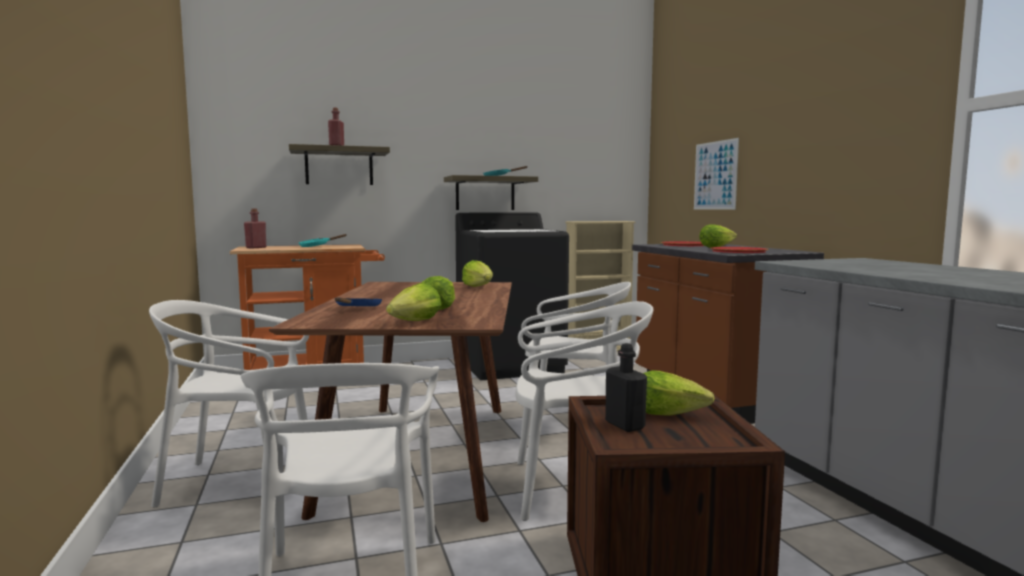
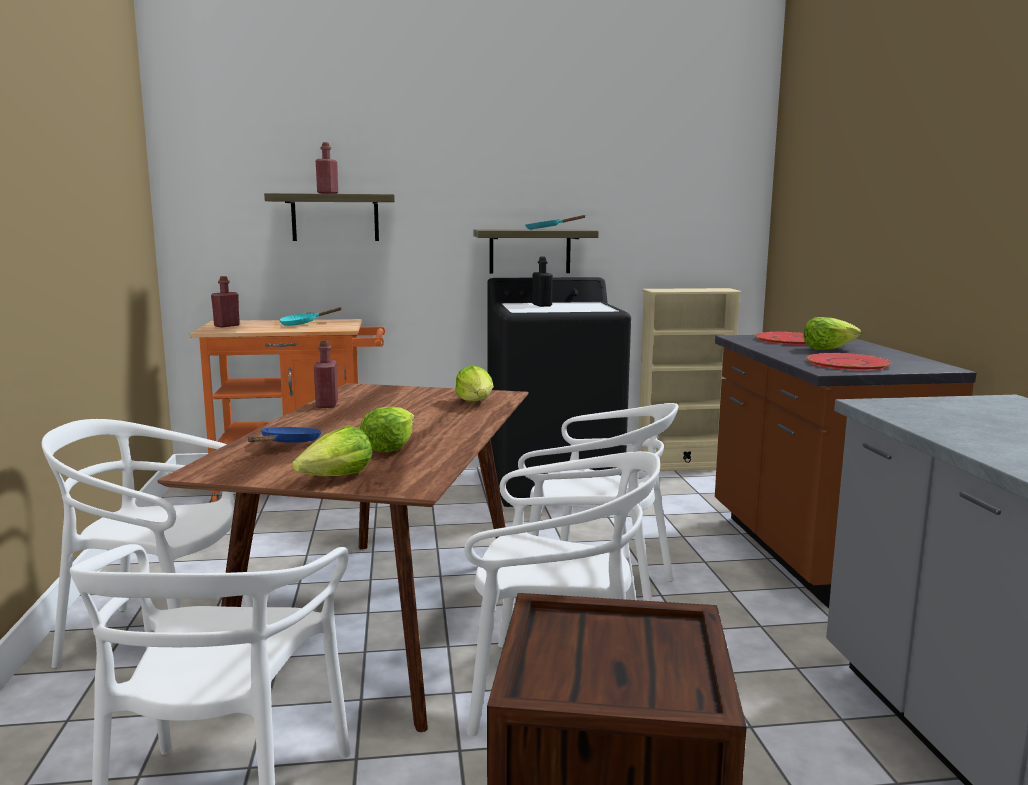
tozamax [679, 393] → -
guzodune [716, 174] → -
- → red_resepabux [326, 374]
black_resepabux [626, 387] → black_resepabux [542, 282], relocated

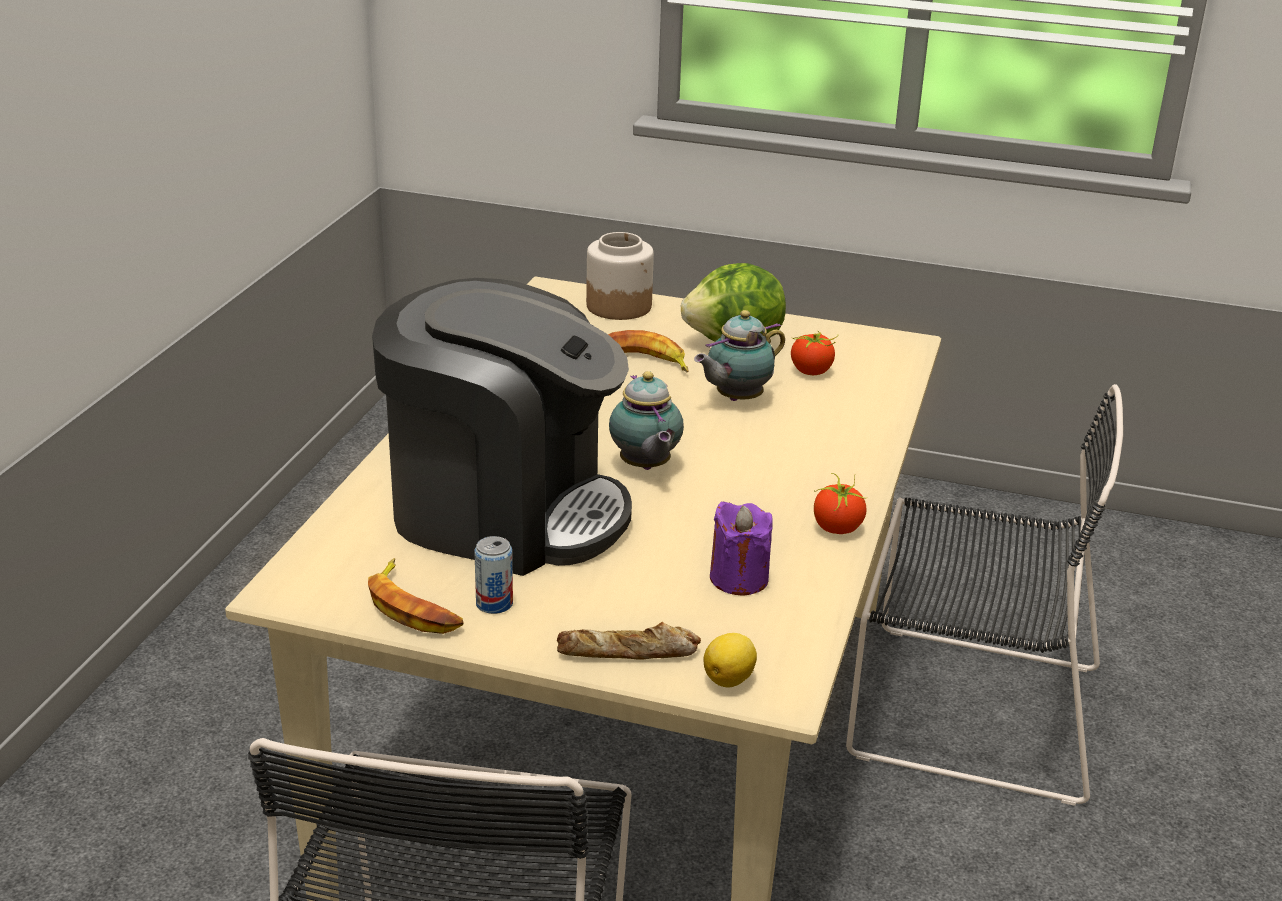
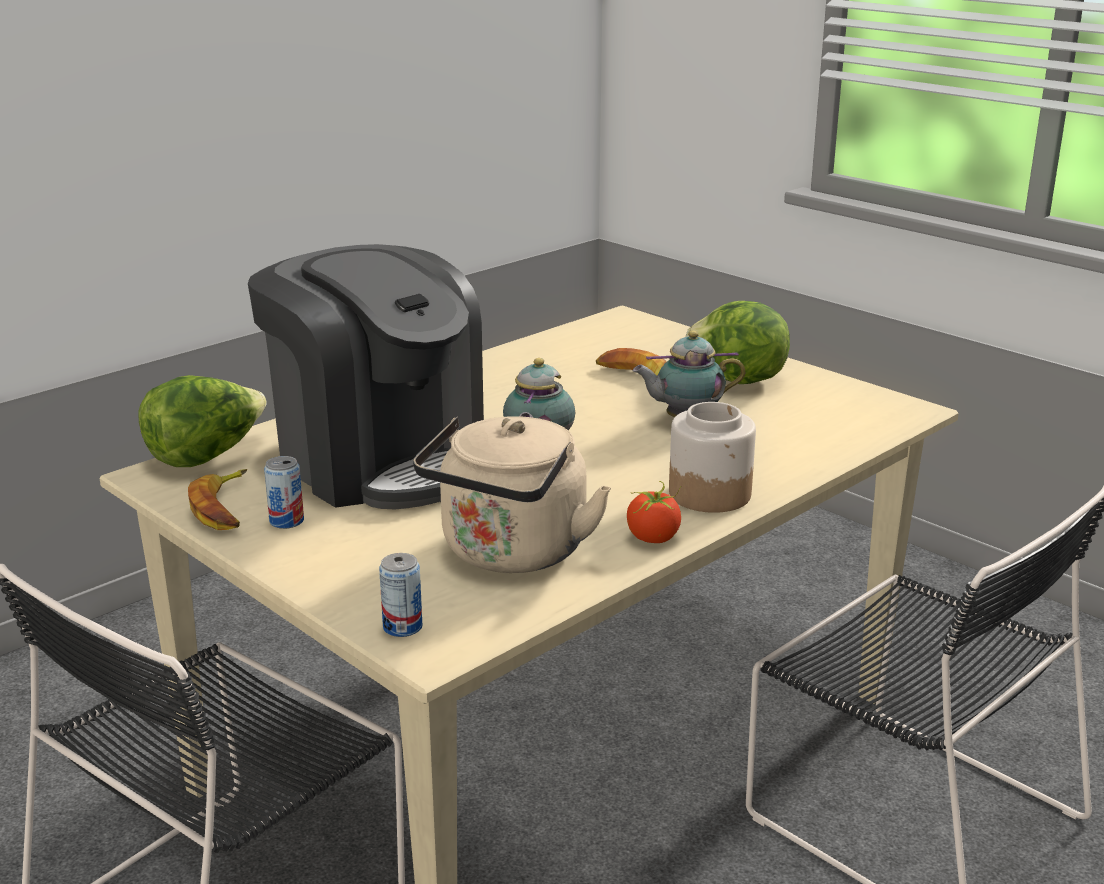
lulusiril [629, 641] → -
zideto [814, 353] → -
- → tozamax [202, 421]
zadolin [620, 276] → zadolin [712, 457], relocated
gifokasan [730, 660] → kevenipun [401, 595]
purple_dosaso [741, 549] → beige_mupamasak [512, 494]

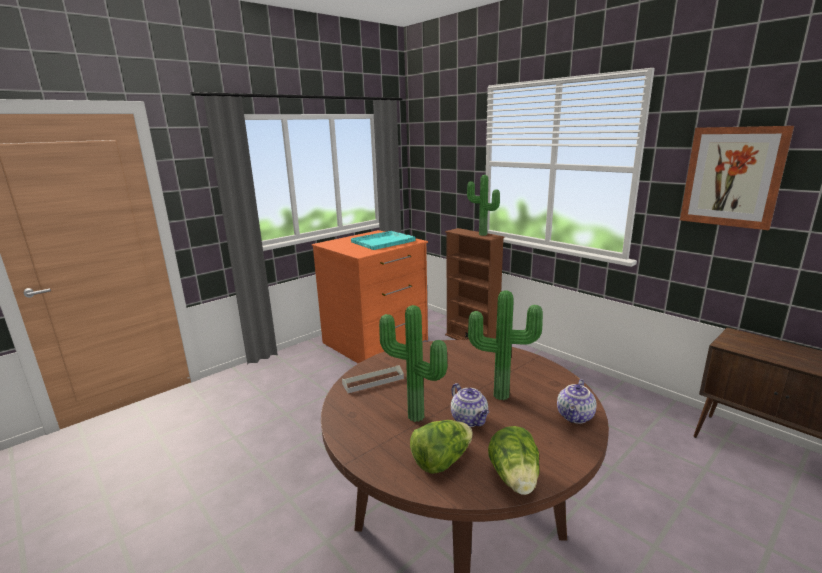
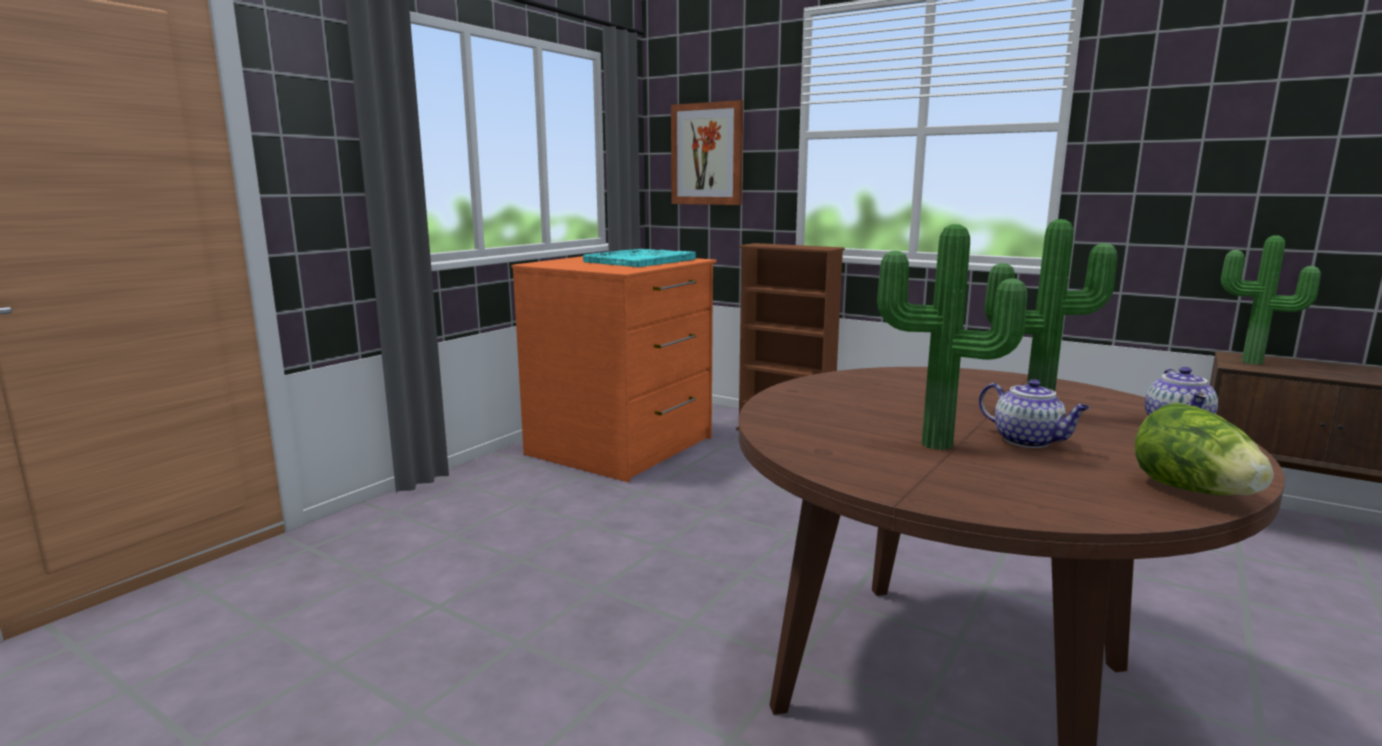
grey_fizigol [373, 379] → -
tozamax [441, 447] → -
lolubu [483, 205] → lolubu [1271, 300], relocated
guzodune [737, 178] → guzodune [707, 152], relocated

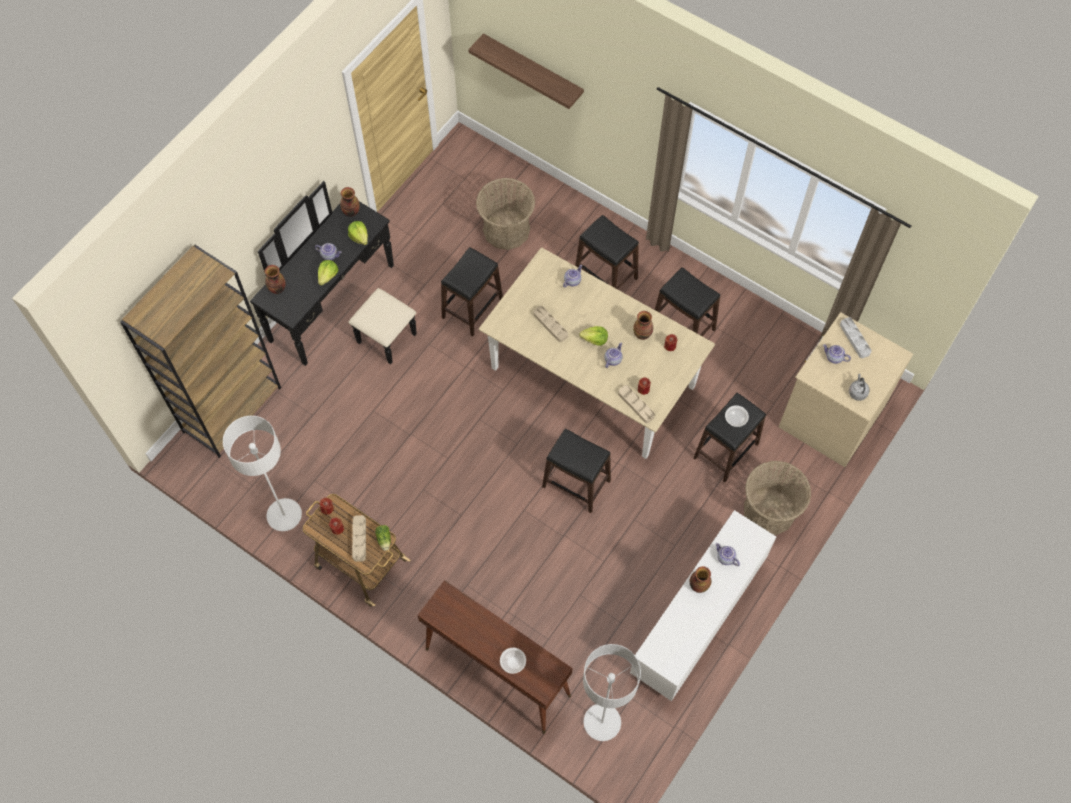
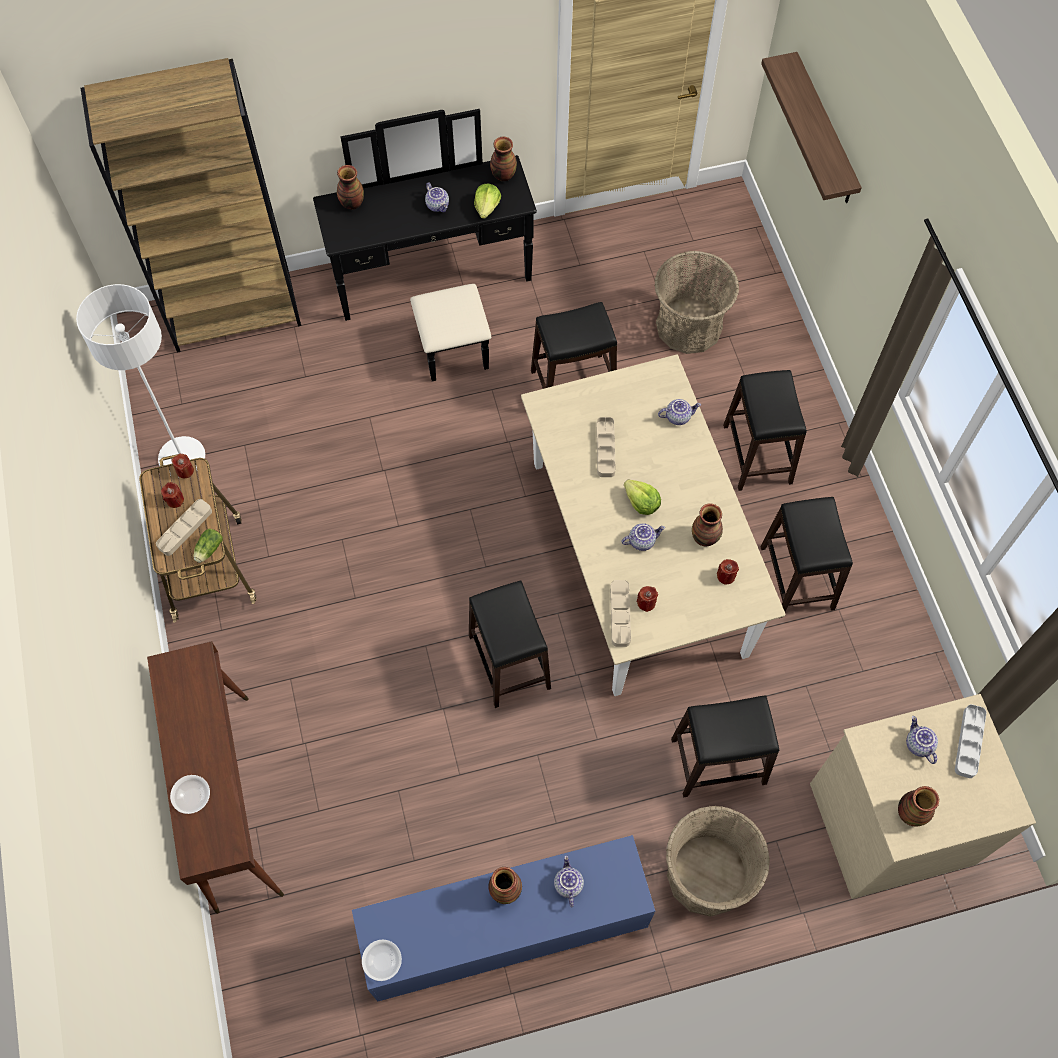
tozamax [328, 273] → -
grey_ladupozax [612, 692] → -
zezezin [737, 416] → zezezin [382, 960], relocated
grey_mupamasak [859, 387] → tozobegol [918, 806]
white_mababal [703, 605] → blue_mababal [503, 918]

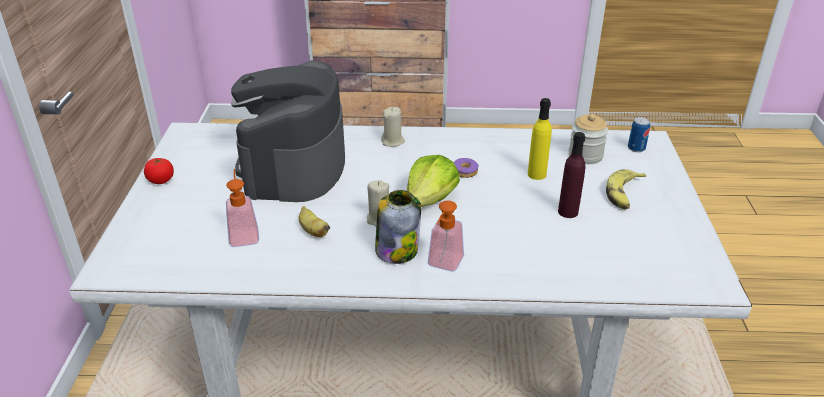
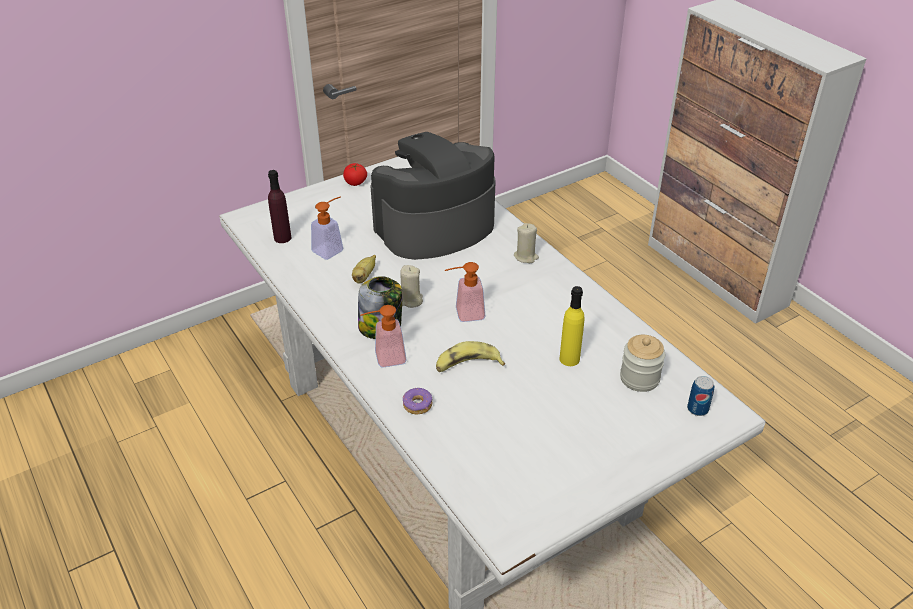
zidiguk [466, 168] → zidiguk [417, 401], relocated
purple_resepabux [571, 175] → purple_resepabux [279, 206], relocated
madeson [626, 189] → madeson [470, 356], relocated
tozamax [433, 181] → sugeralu [465, 292]

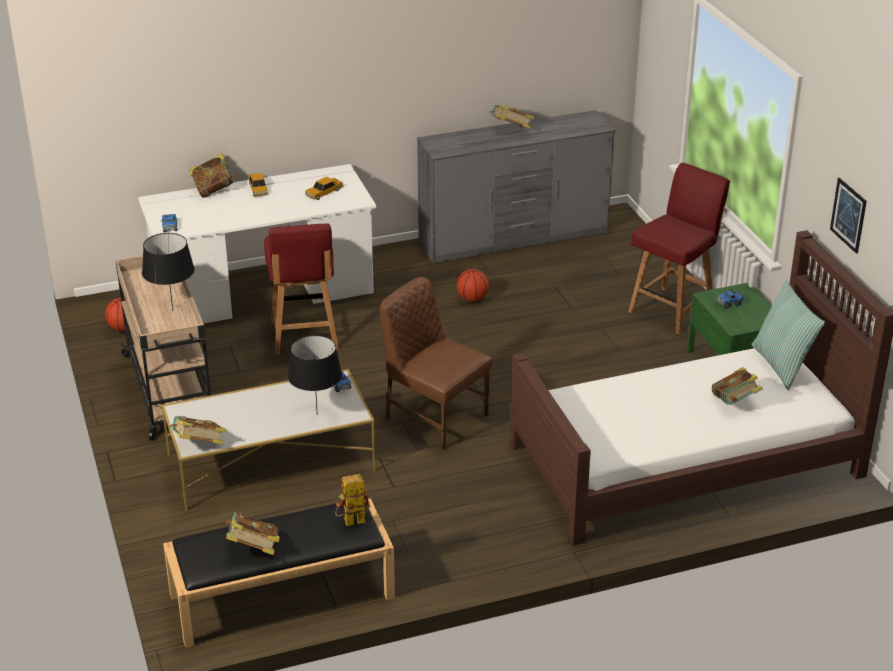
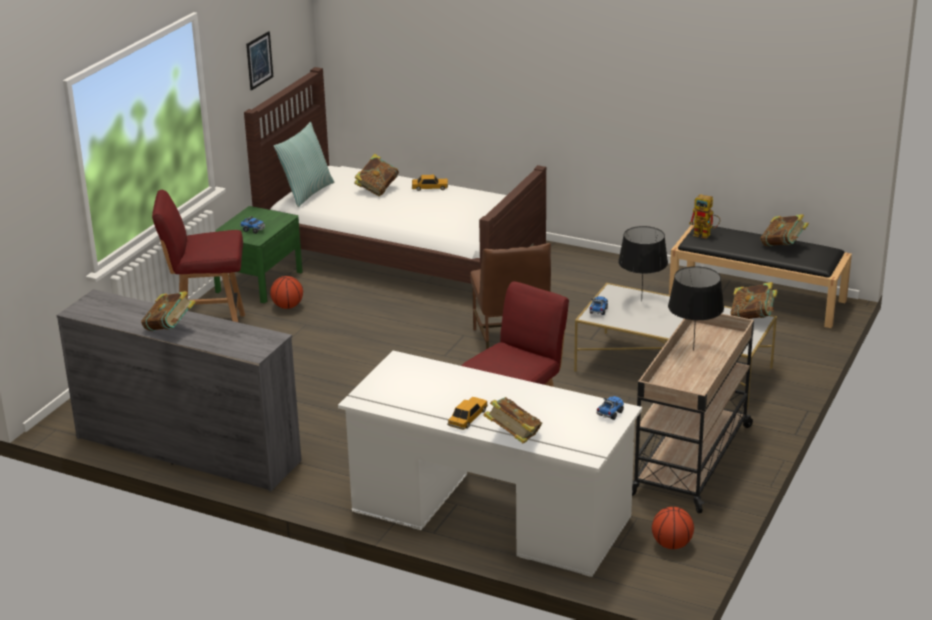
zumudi [324, 188] → zumudi [430, 183], relocated
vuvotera [473, 285] → vuvotera [286, 292], relocated

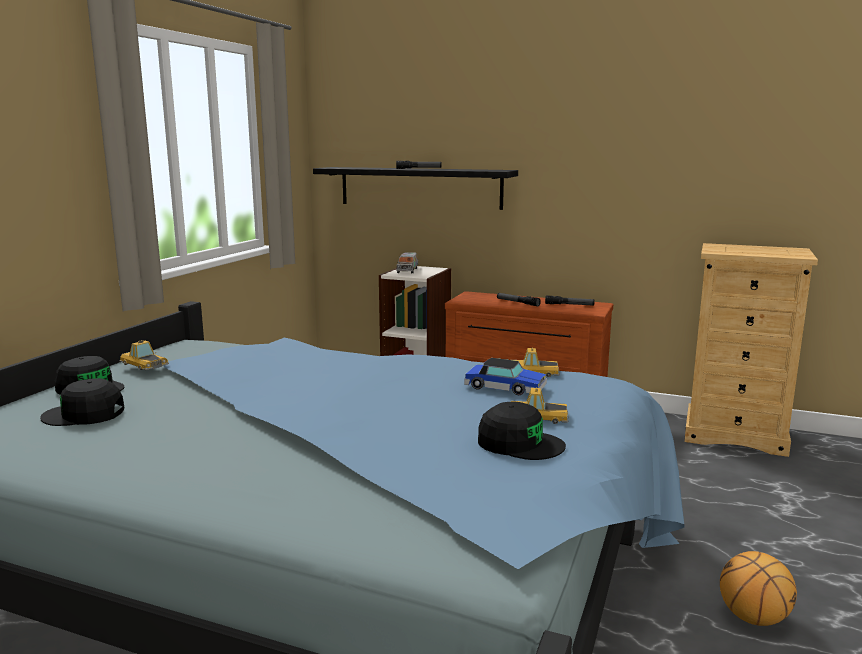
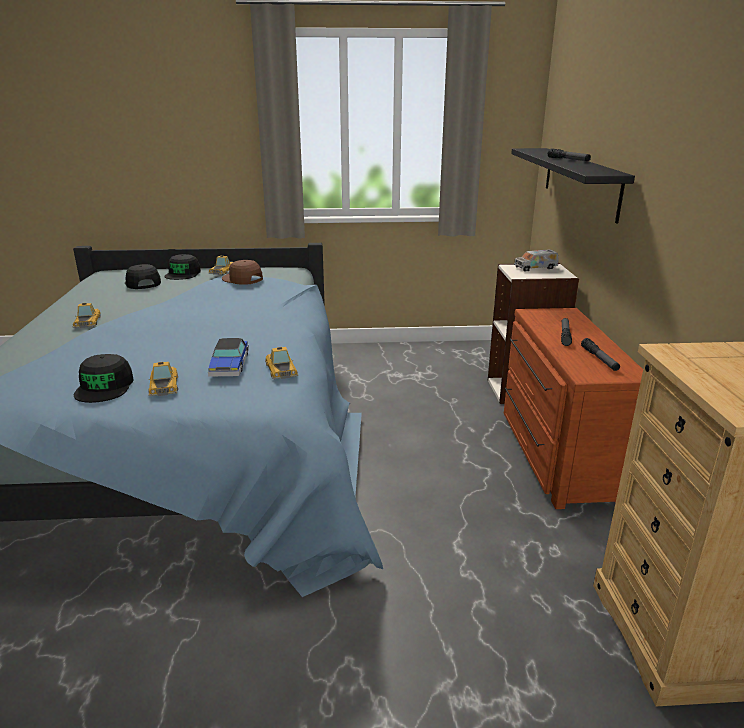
vuvotera [758, 588] → -
- → zumudi [87, 315]
- → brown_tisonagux [242, 272]

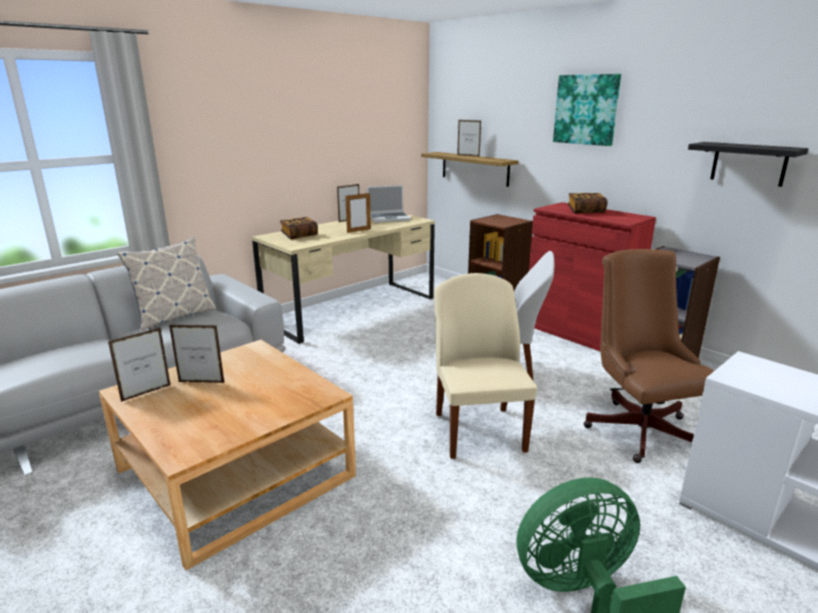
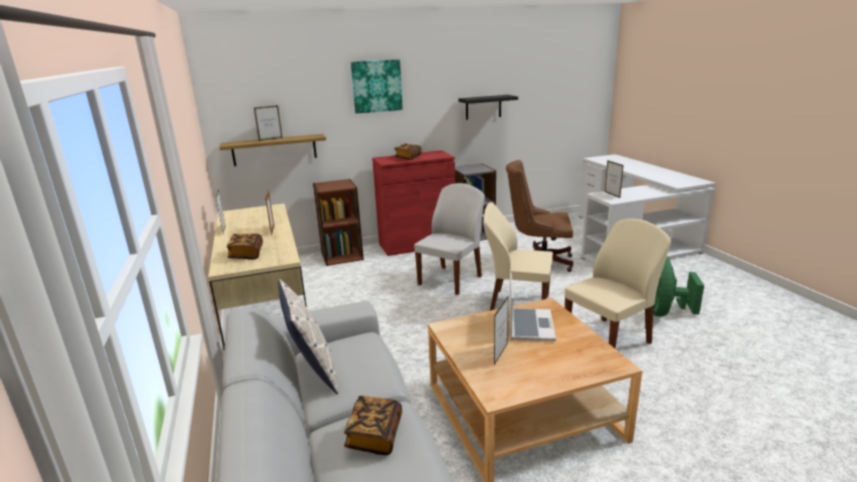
- → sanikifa [373, 425]
- → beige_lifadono [618, 283]
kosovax [139, 364] → kosovax [614, 179], relocated
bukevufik [389, 204] → bukevufik [532, 307], relocated

